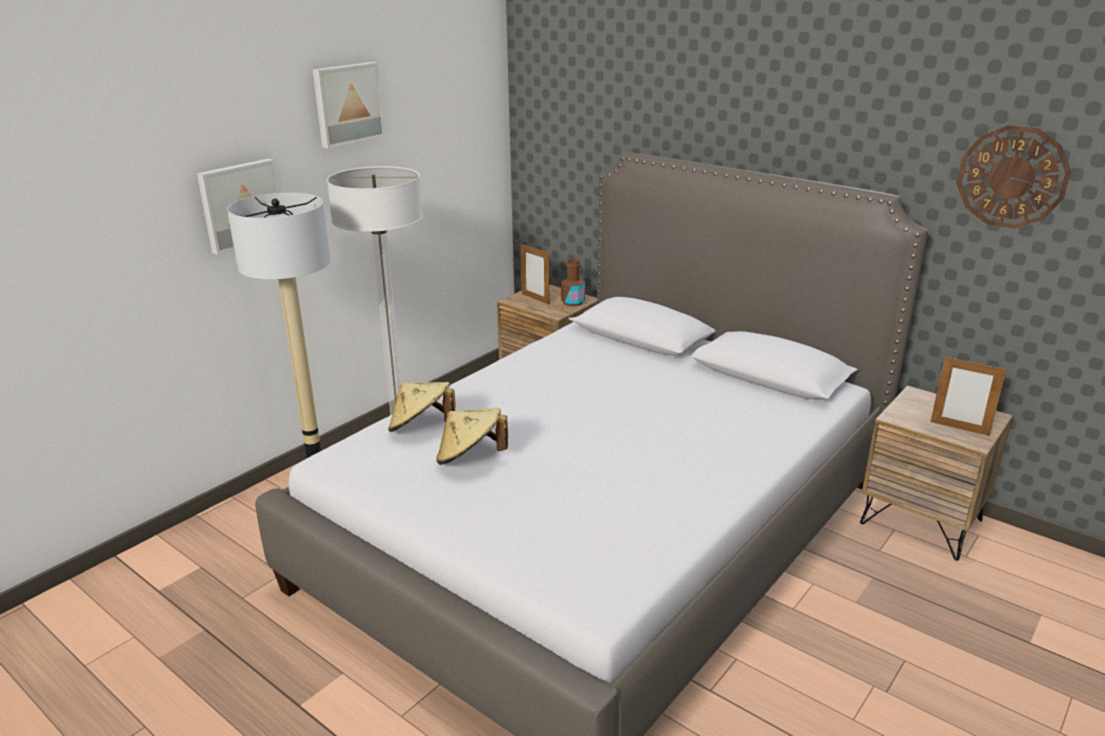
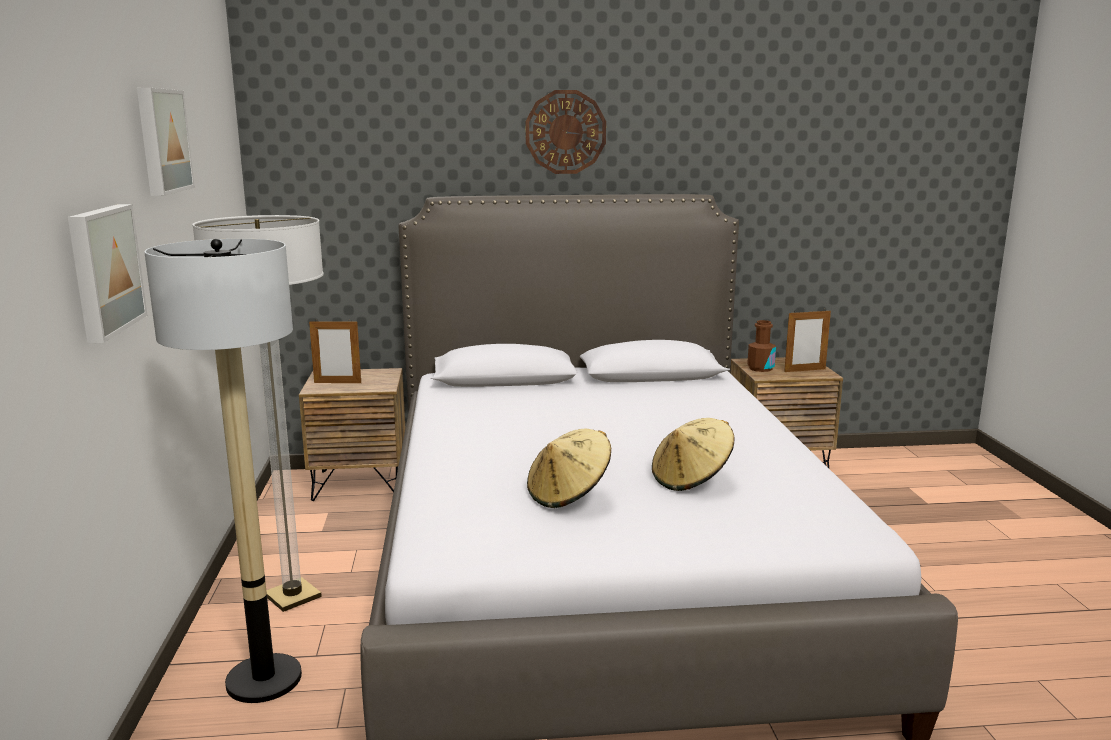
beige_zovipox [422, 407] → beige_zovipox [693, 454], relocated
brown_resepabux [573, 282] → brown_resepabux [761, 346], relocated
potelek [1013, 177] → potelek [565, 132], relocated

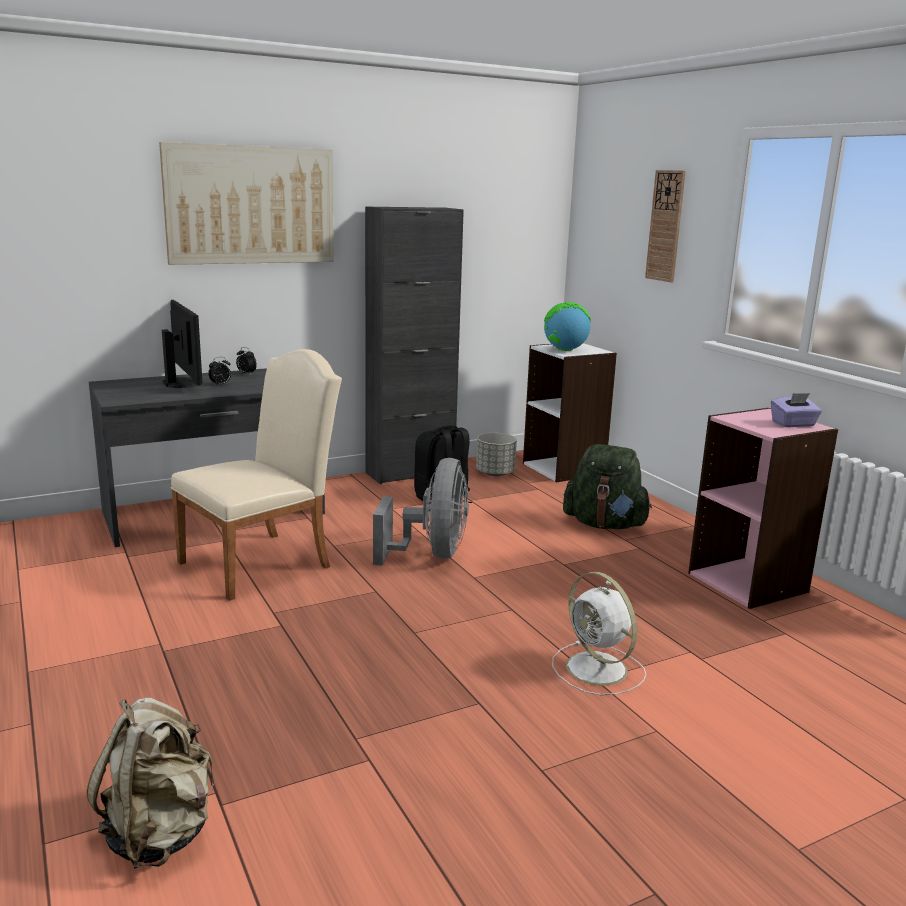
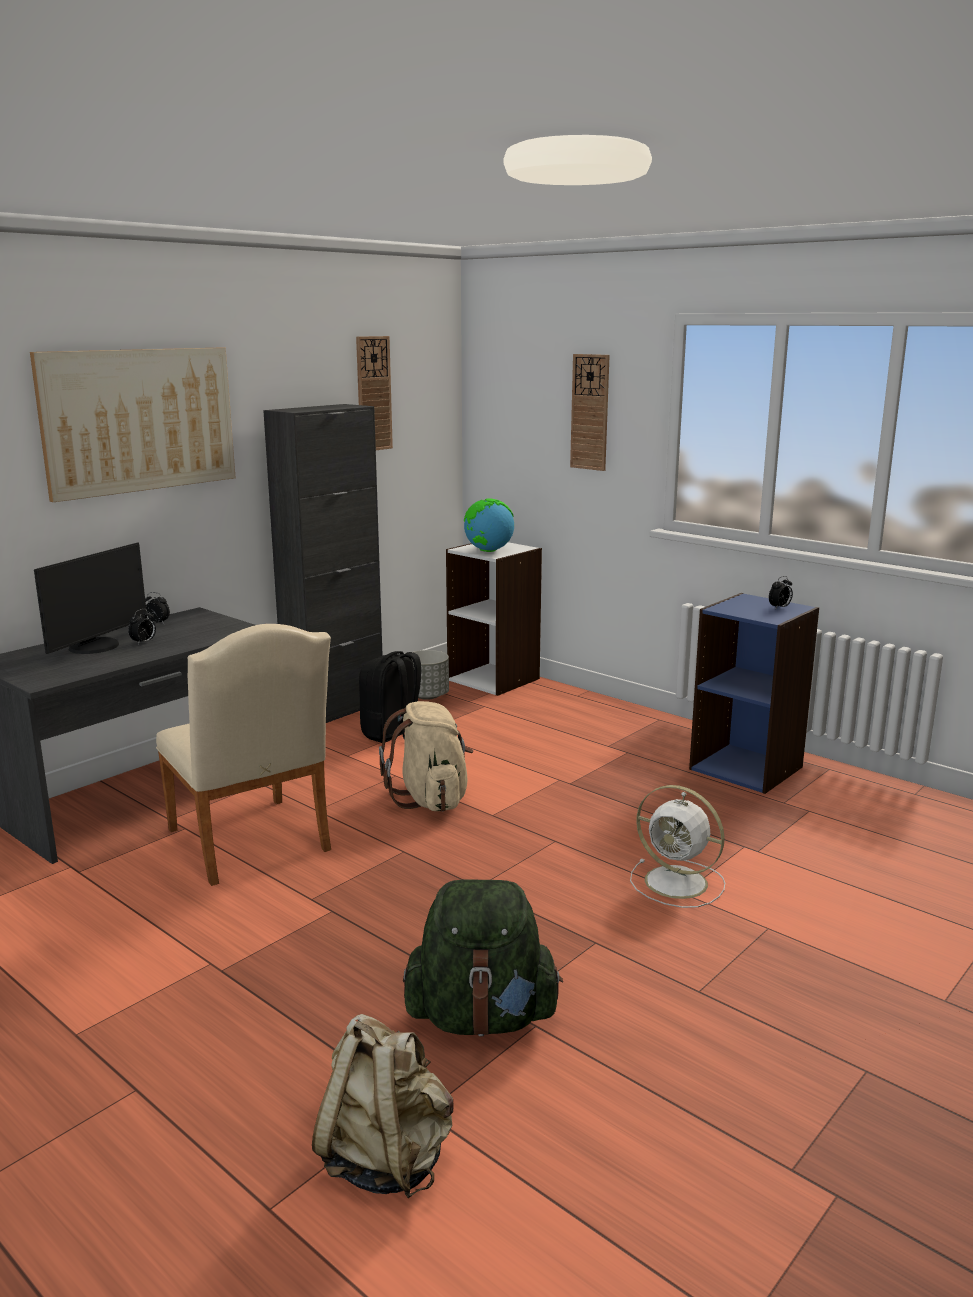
- → potelek [374, 393]
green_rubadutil [607, 486] → green_rubadutil [483, 957], relocated
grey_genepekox [421, 512] → beige_rubadutil [426, 756]
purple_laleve [796, 410] → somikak [781, 593]
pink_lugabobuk [763, 508] → blue_lugabobuk [754, 693]
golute [182, 344] → golute [90, 598], 75 degrees clockwise
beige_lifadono [256, 475] → beige_lifadono [243, 755], 120 degrees clockwise

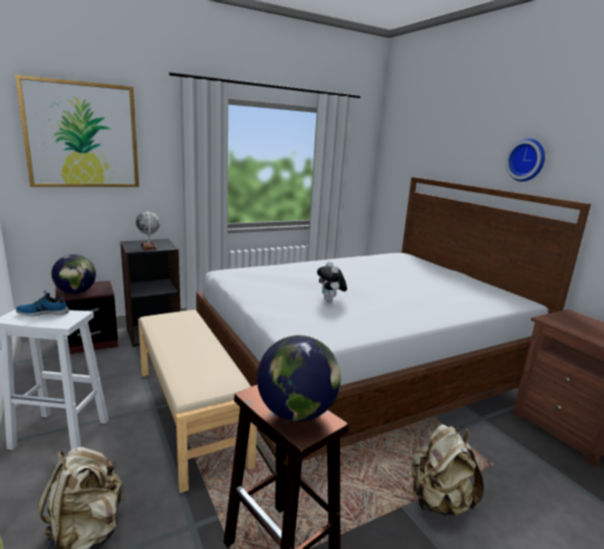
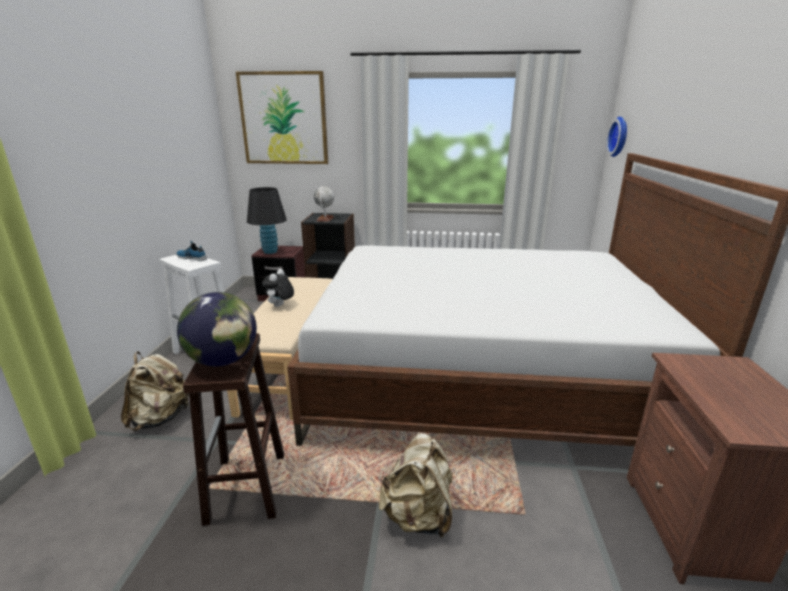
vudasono [332, 281] → vudasono [278, 288], relocated
potelek [525, 159] → potelek [616, 137], relocated
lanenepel [73, 274] → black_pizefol [267, 220]

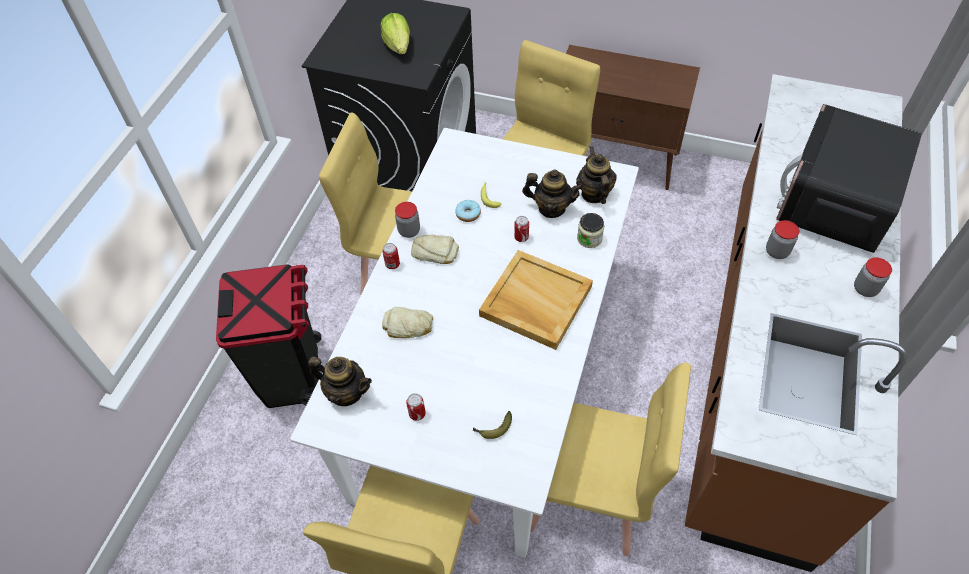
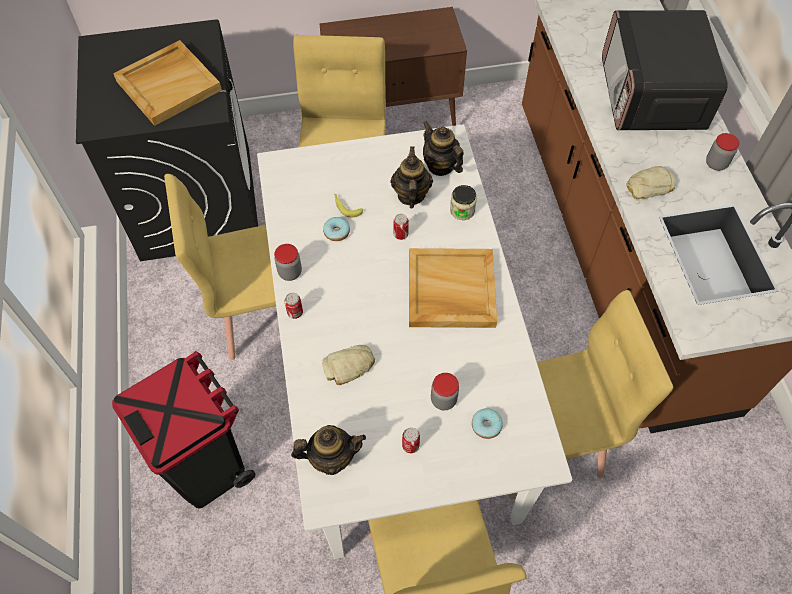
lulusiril [435, 249] → lulusiril [651, 182], relocated
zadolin [782, 239] → zadolin [445, 391], relocated
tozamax [395, 33] → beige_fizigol [167, 83]
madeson [492, 425] → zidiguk [487, 423]
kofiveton [553, 193] → kofiveton [411, 177], 75 degrees counterclockwise

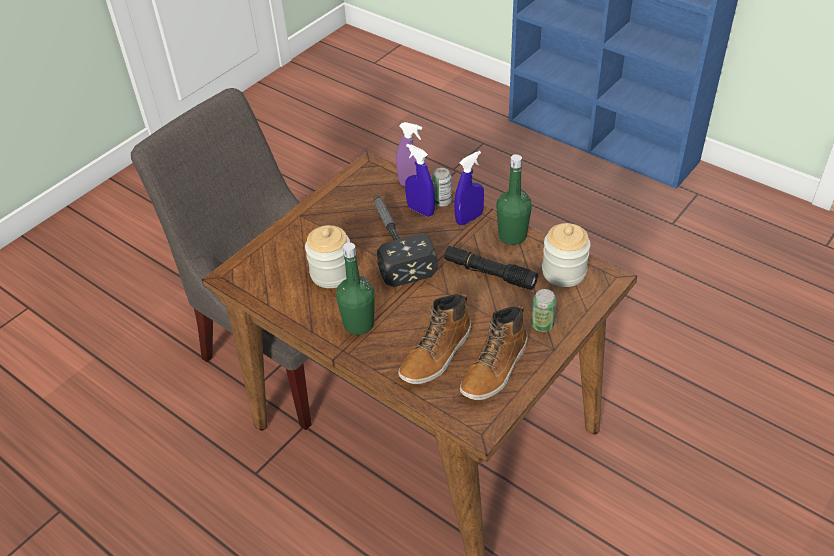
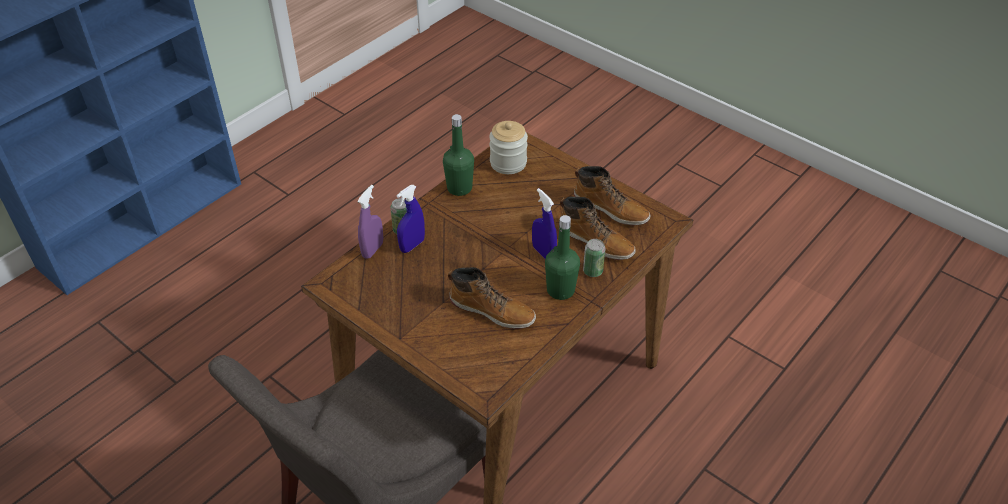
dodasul [405, 241] → -
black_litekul [491, 268] → -
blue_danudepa [469, 188] → blue_danudepa [544, 223], relocated
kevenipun [543, 310] → kevenipun [594, 258], relocated
zadolin [327, 256] → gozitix [492, 298]

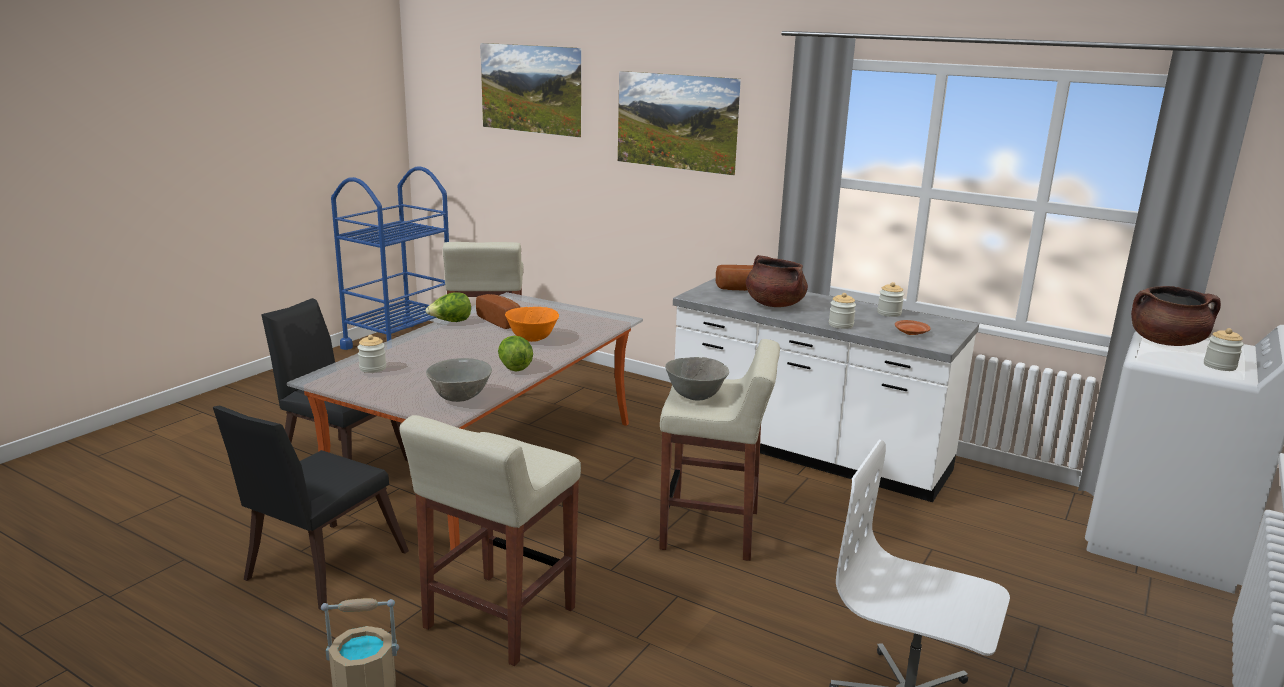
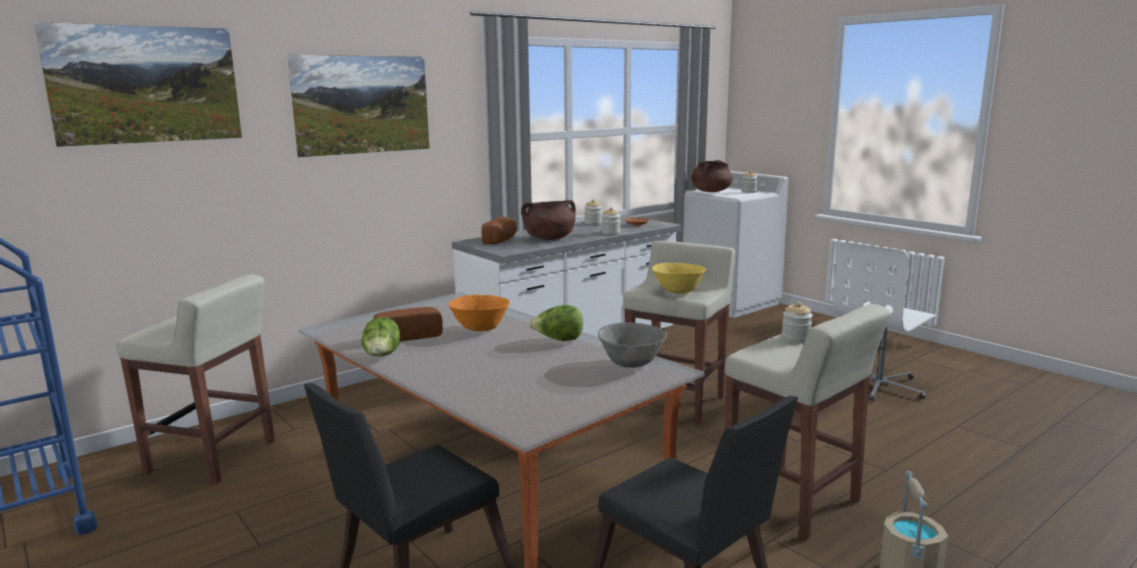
zadolin [372, 354] → zadolin [797, 322], relocated
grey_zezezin [697, 379] → yellow_zezezin [679, 278]

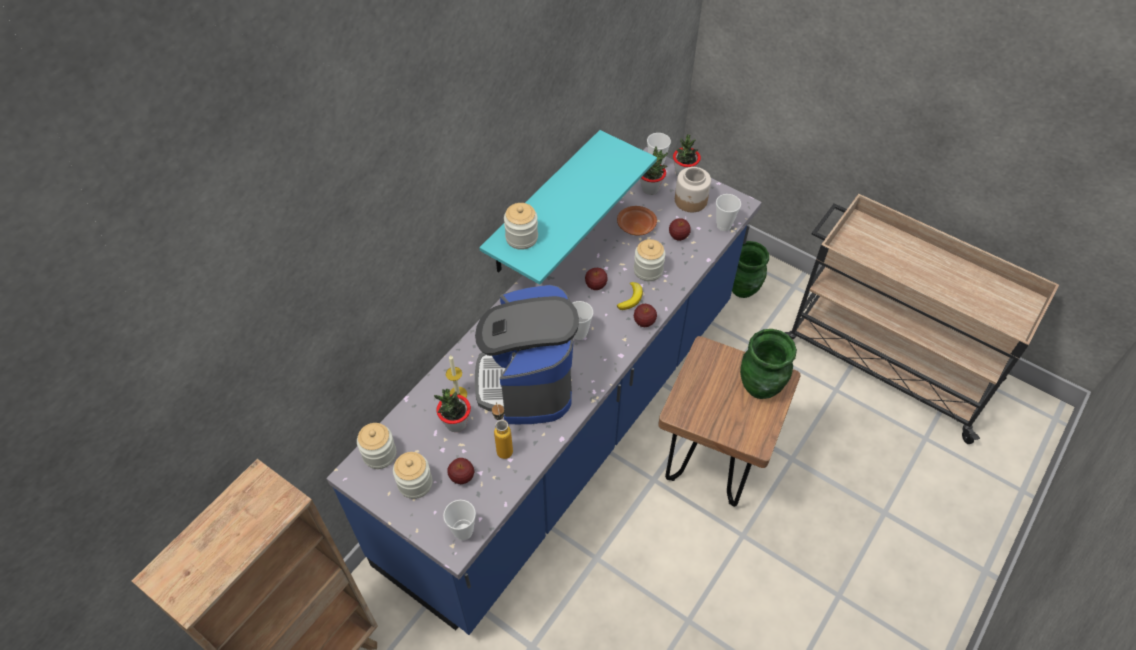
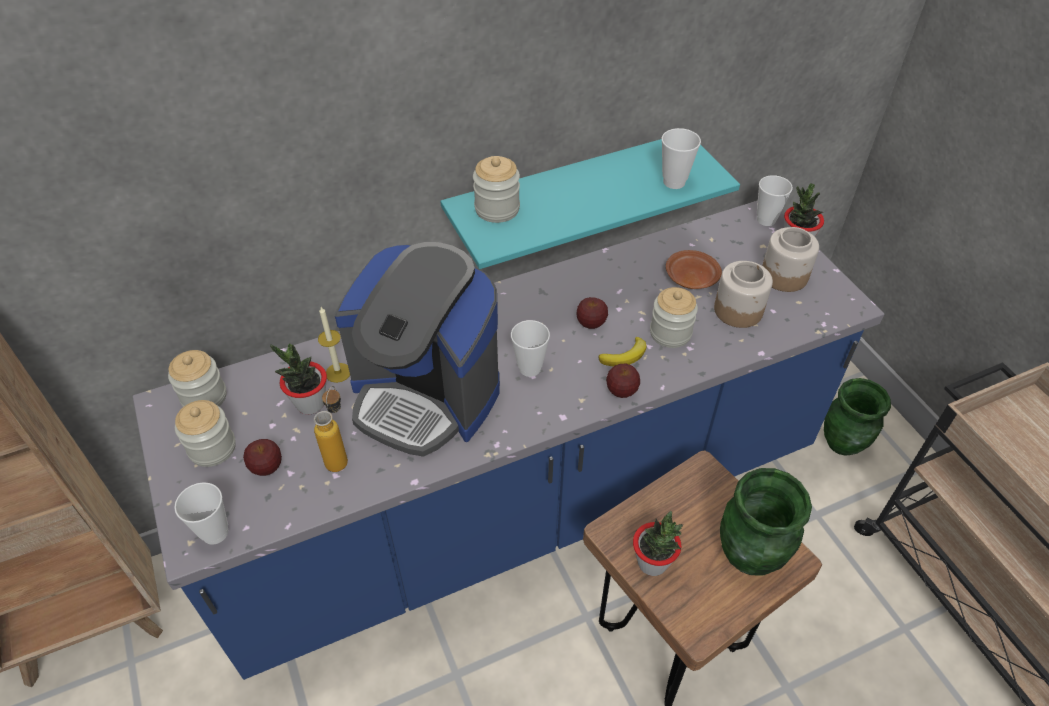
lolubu [654, 170] → lolubu [658, 543], relocated
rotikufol [728, 212] → rotikufol [681, 158], relocated
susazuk [680, 229] → zadolin [743, 294]
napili [527, 354] → napili [417, 349], 90 degrees counterclockwise

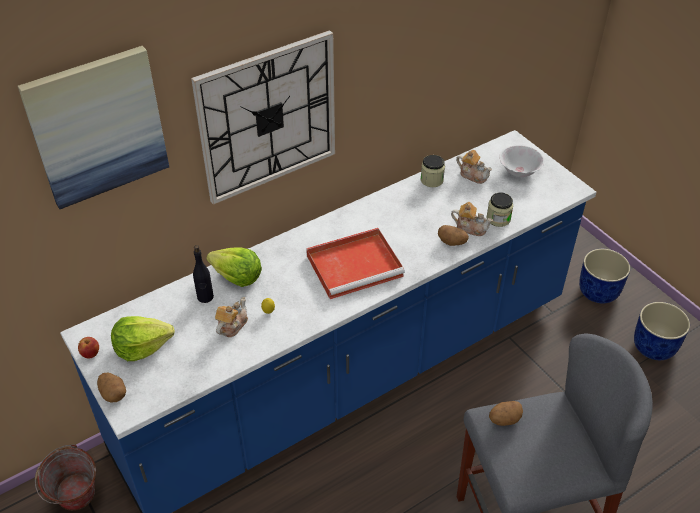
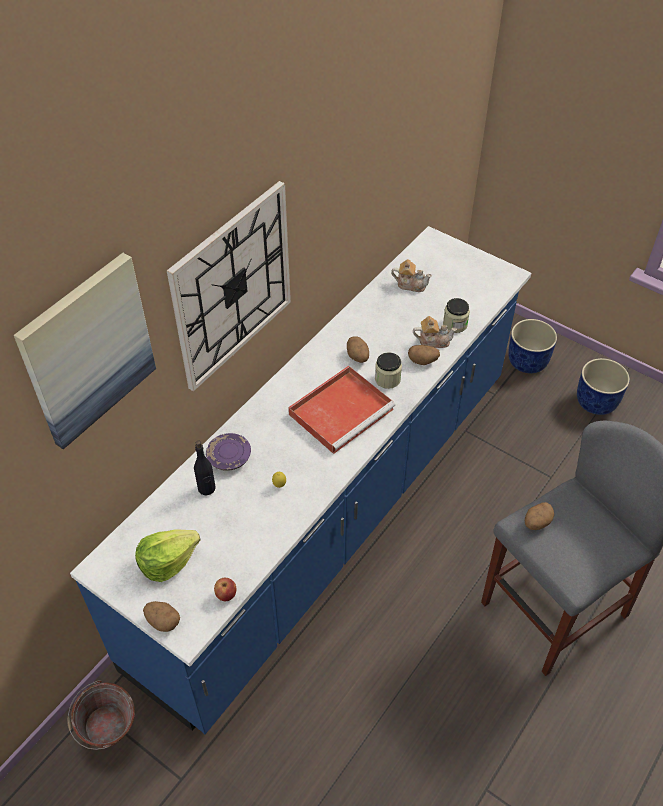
kofiveton [231, 317] → -
white_zezezin [521, 161] → -
- → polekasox [358, 349]
susazuk [88, 348] → susazuk [225, 589], relocated
zadolin [433, 171] → zadolin [388, 370], relocated
tozamax [234, 267] → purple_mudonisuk [228, 452]

